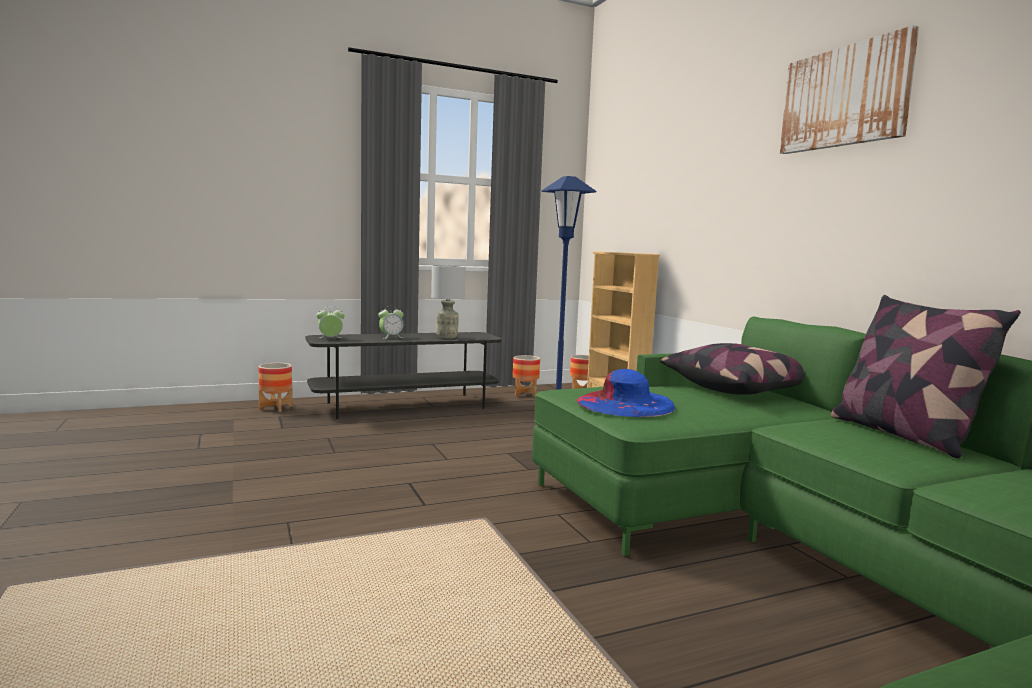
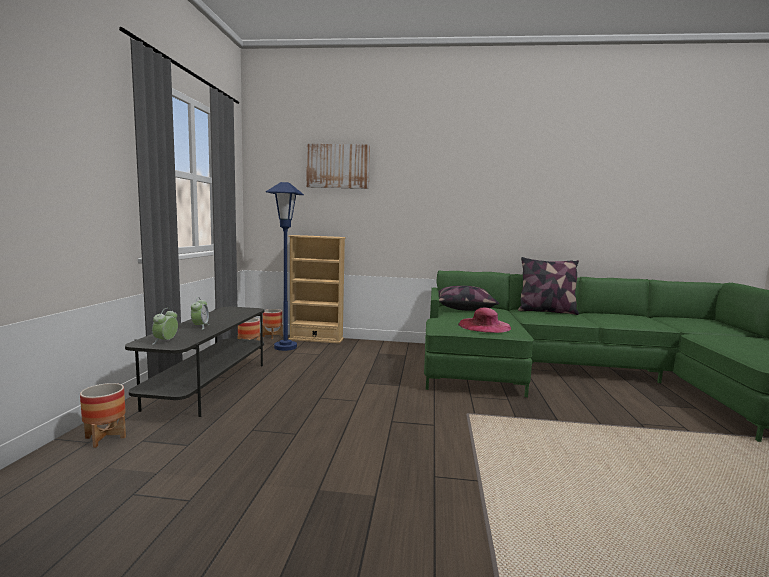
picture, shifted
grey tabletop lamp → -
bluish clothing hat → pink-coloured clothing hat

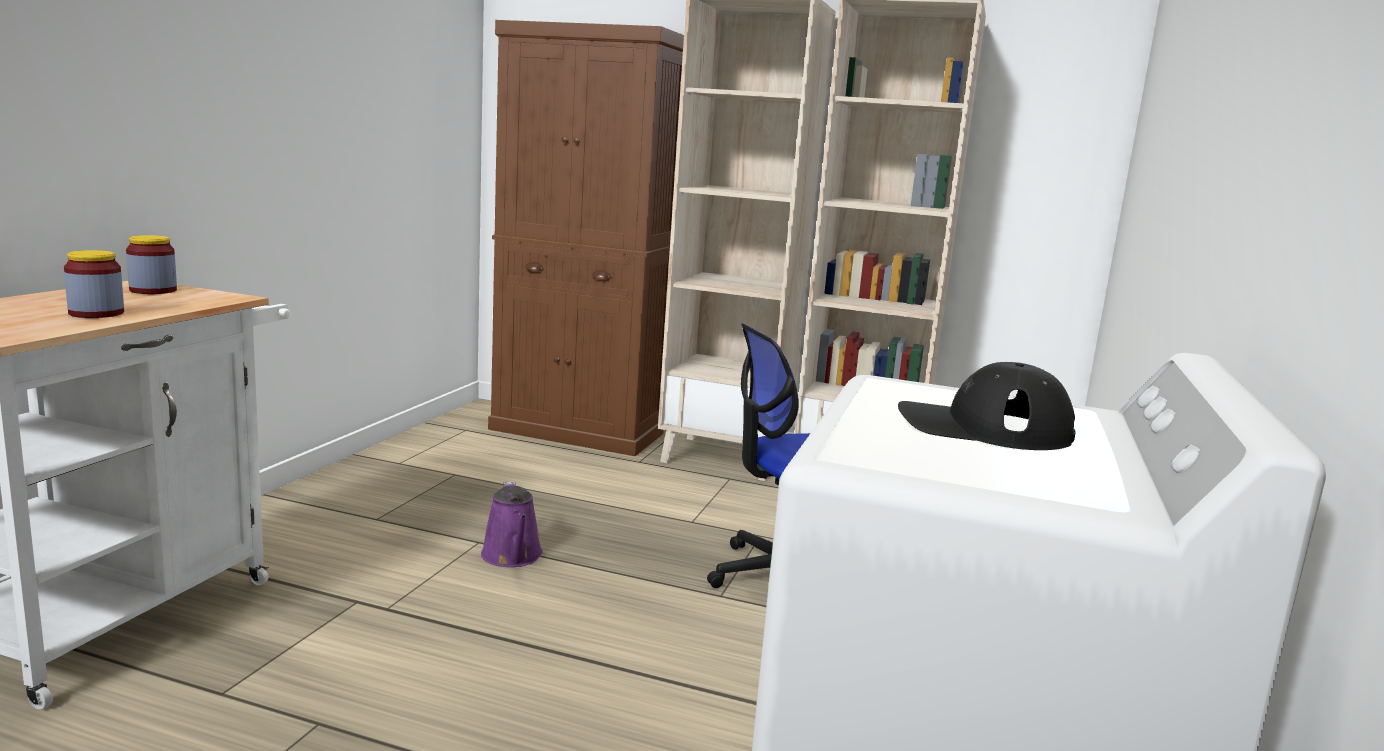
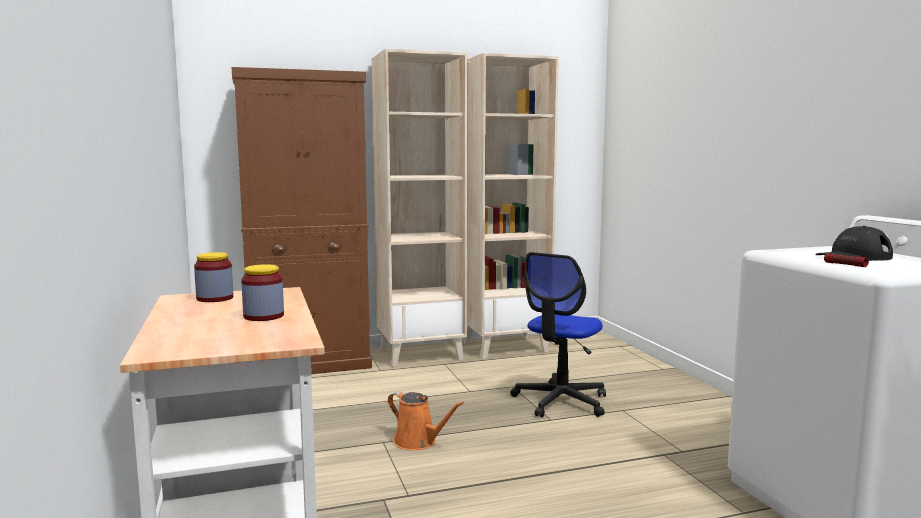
purple watering can → orangey watering can
- → flashlight

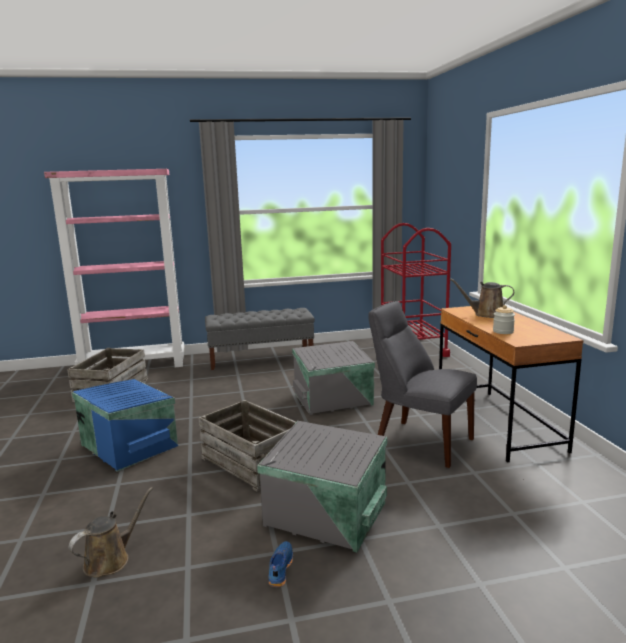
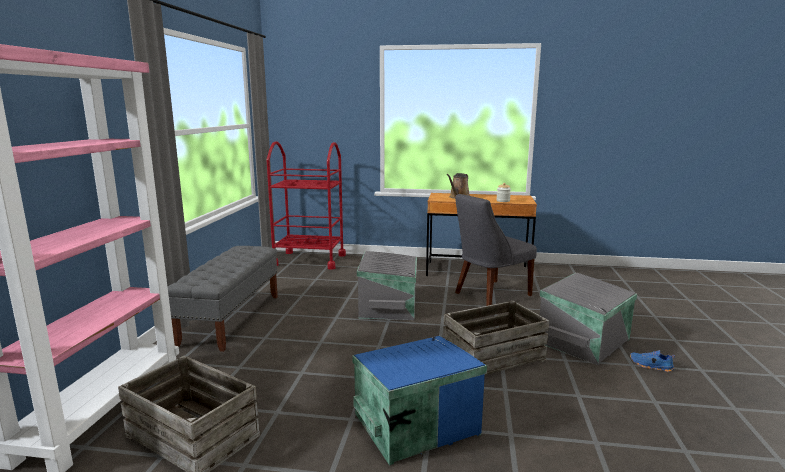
brownish watering can (no. 1 from left) → -

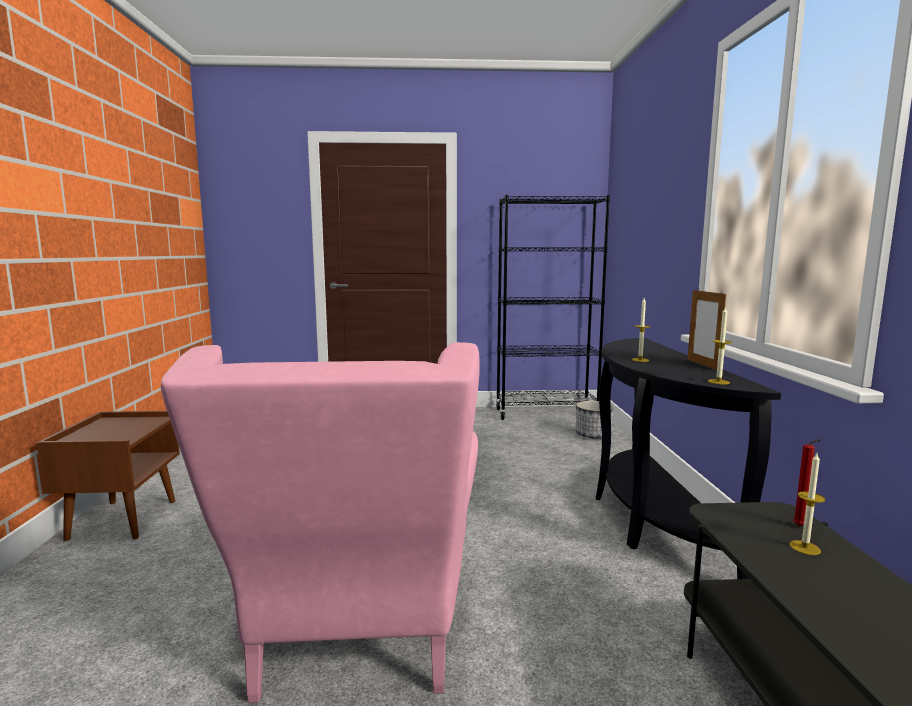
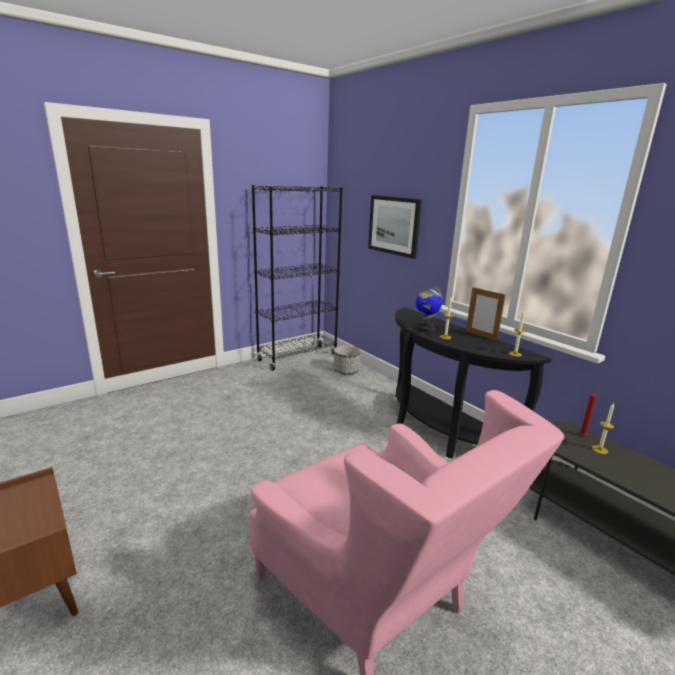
- → picture
- → desk globe

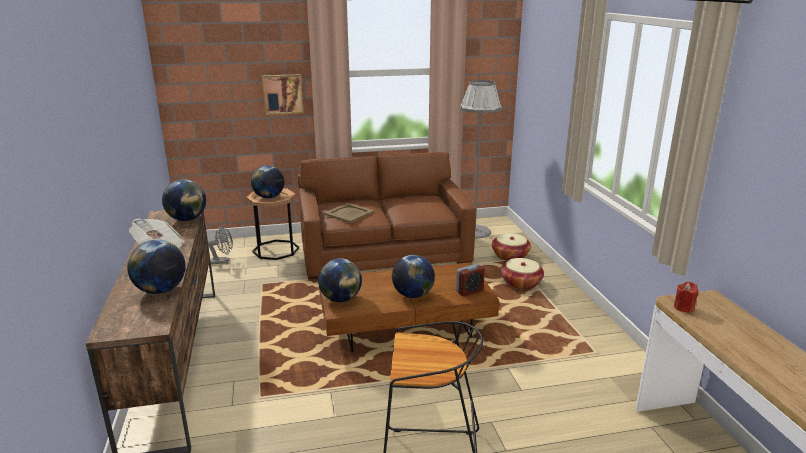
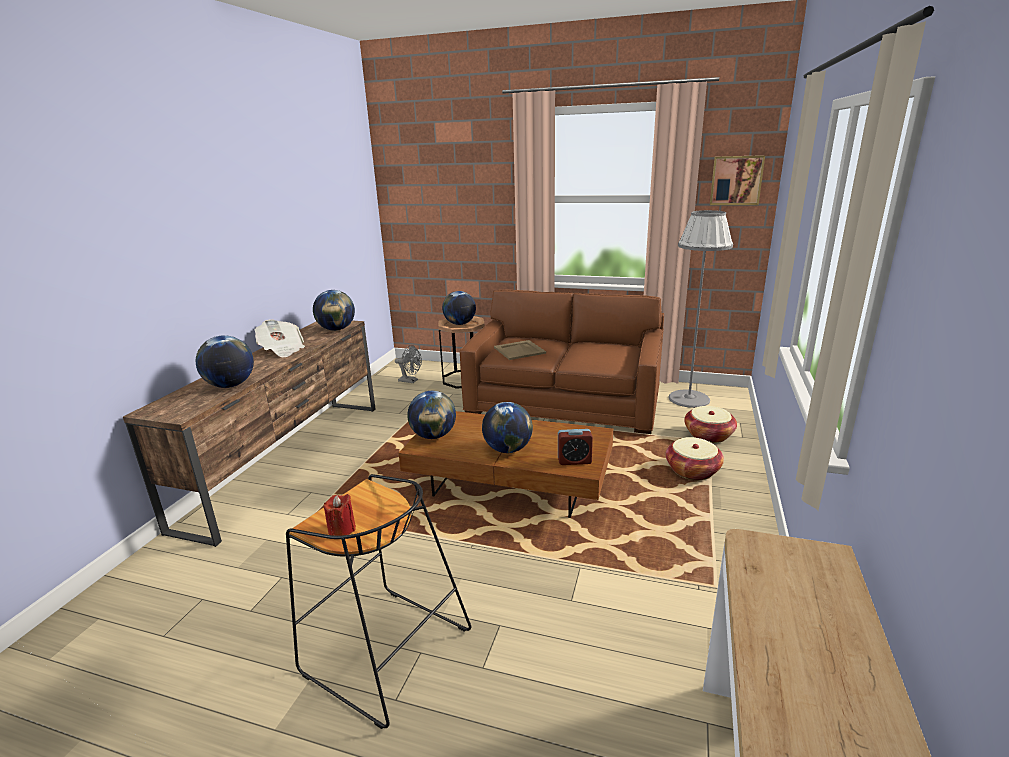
picture, shifted
red wax candle, shifted

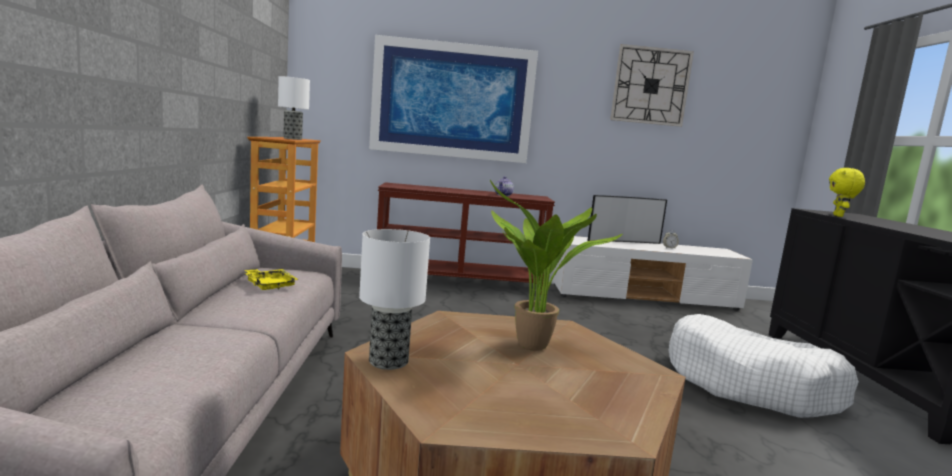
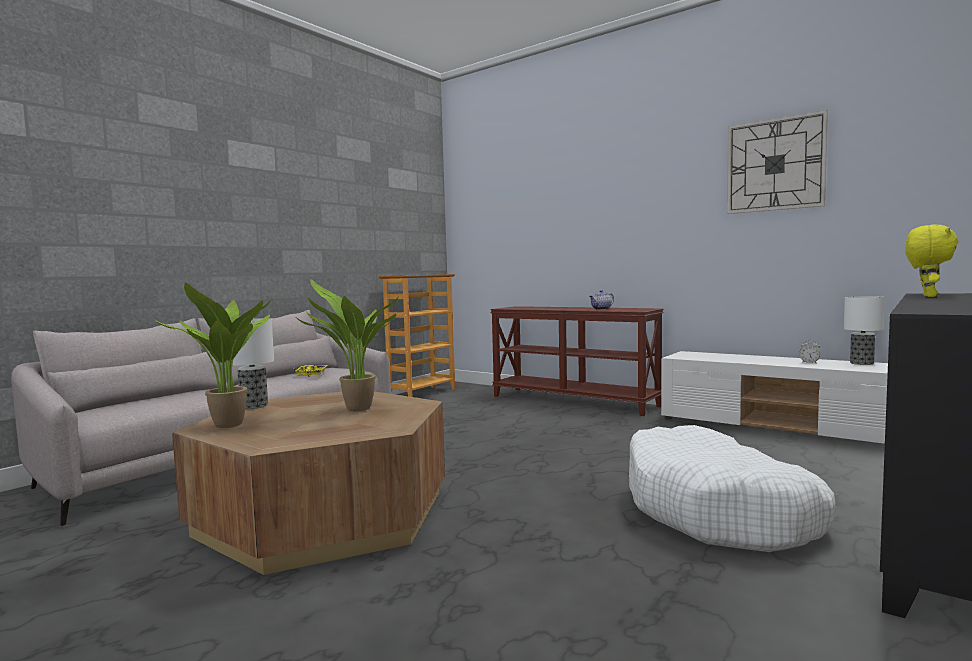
picture → -
tabletop lamp (no. 1 from left in the first image) → tabletop lamp (no. 2 from left), shifted
yellow-coloured cuddly toy, 150 degrees clockwise
television → -
- → potted plant (no. 1 from left)

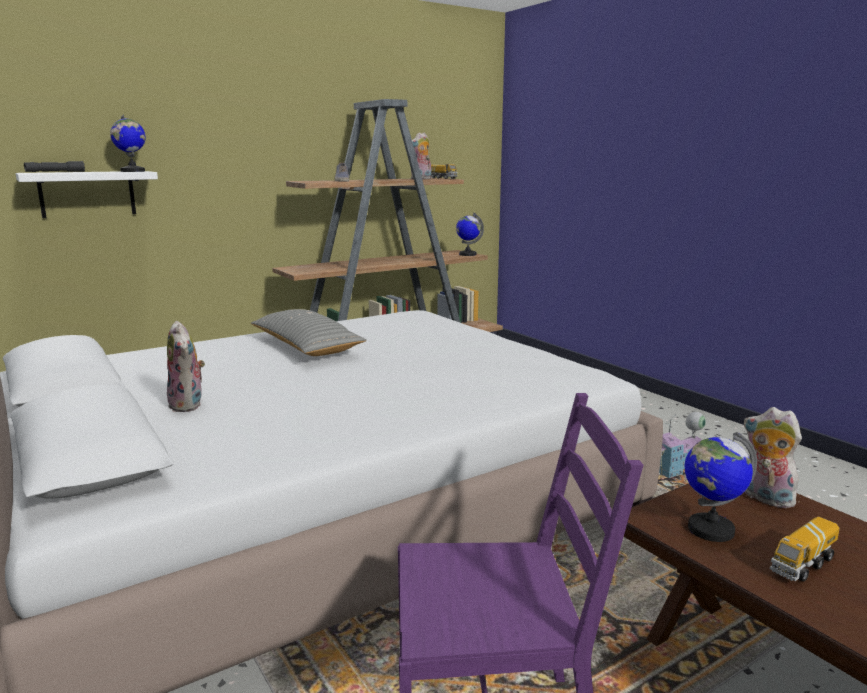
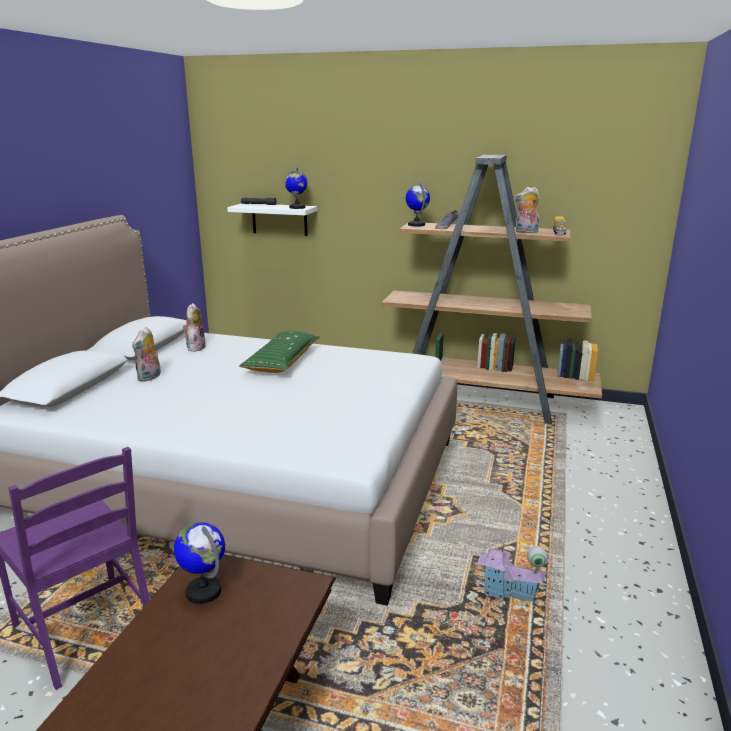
desk globe (no. 2 from left in the first image) → desk globe (no. 3 from left), shifted
grey throw pillow → green throw pillow
cuddly toy (no. 3 from left in the first image) → cuddly toy (no. 2 from left), shifted
toy lorry (no. 2 from left) → -

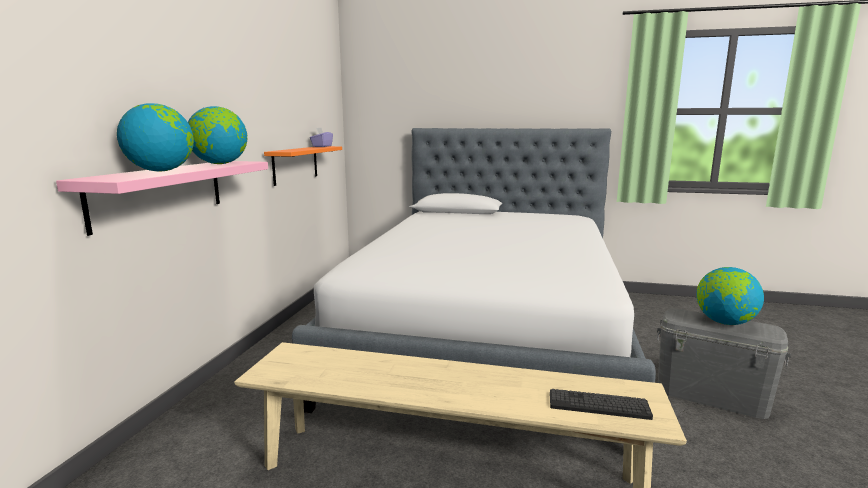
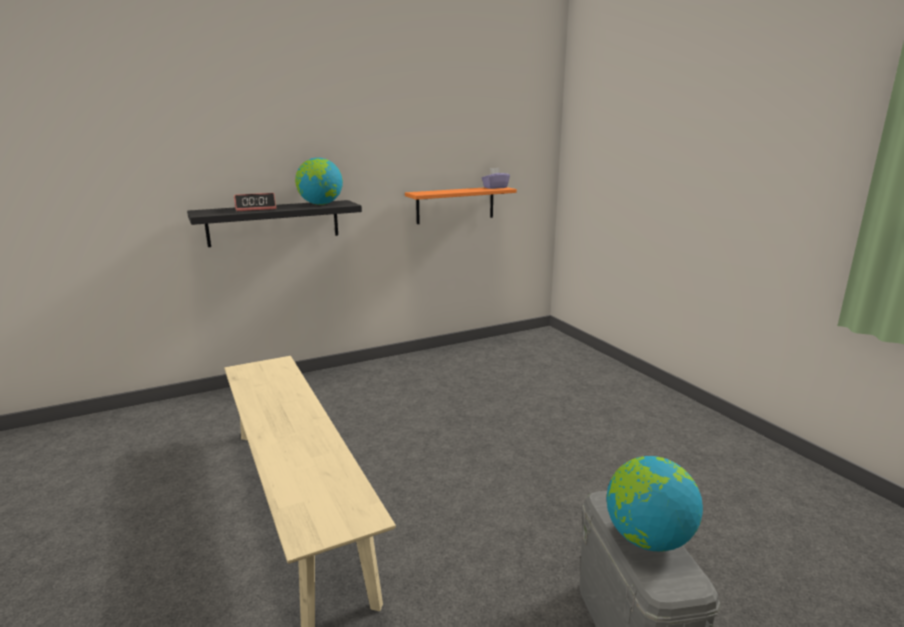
desk globe (no. 1 from left) → alarm clock
bedroom bed → -
pink-coloured shelf → black-coloured shelf
PC keyboard → -

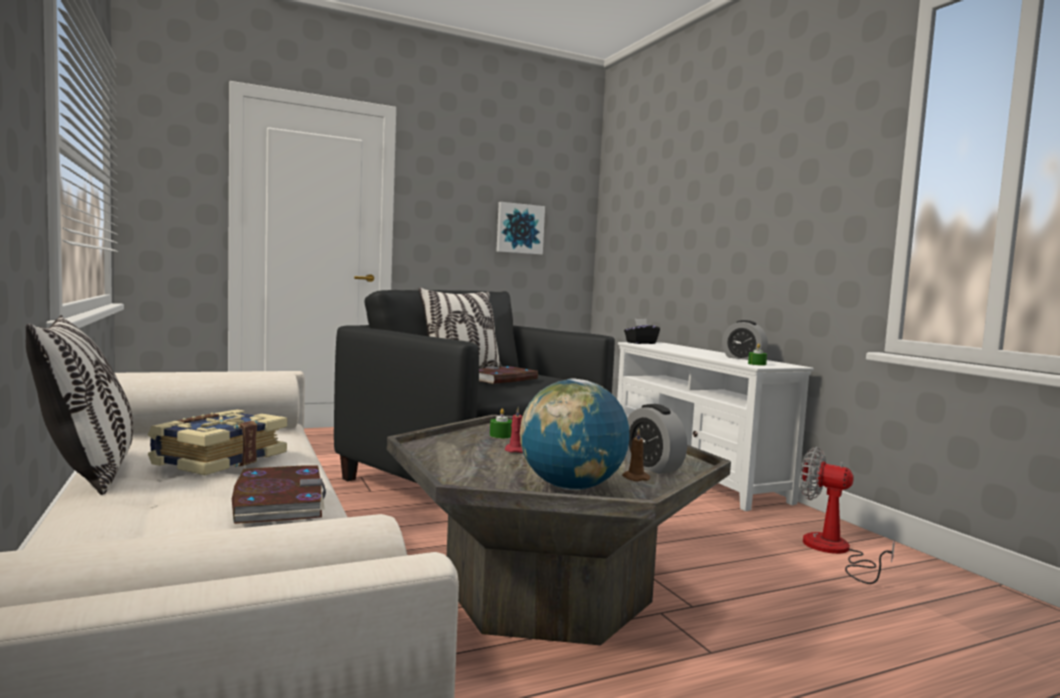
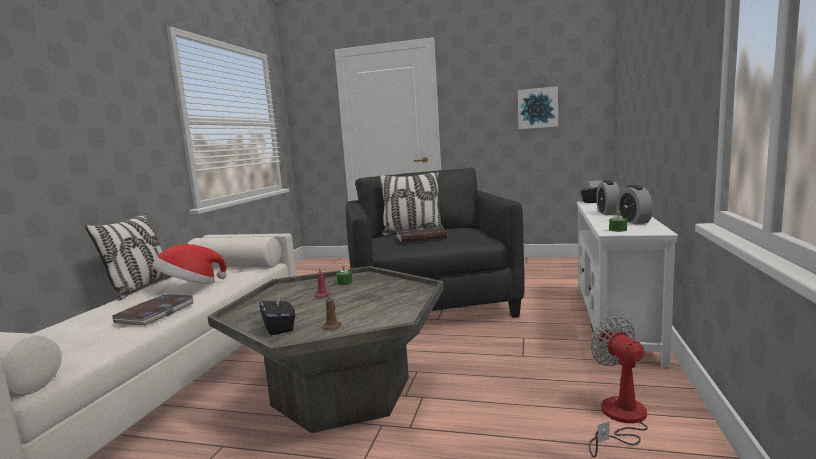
desk globe → black-coloured box of tissues (no. 1 from left)
alarm clock (no. 1 from left), shifted
volume (no. 1 from left) → clothing hat

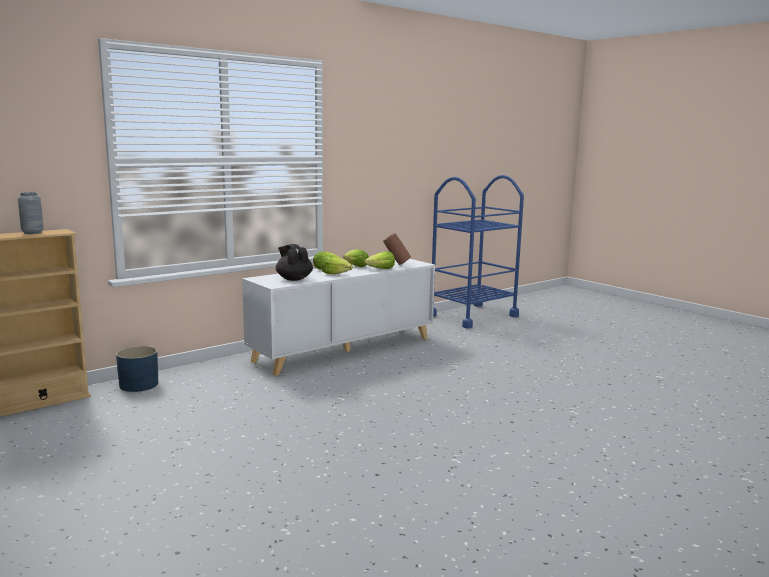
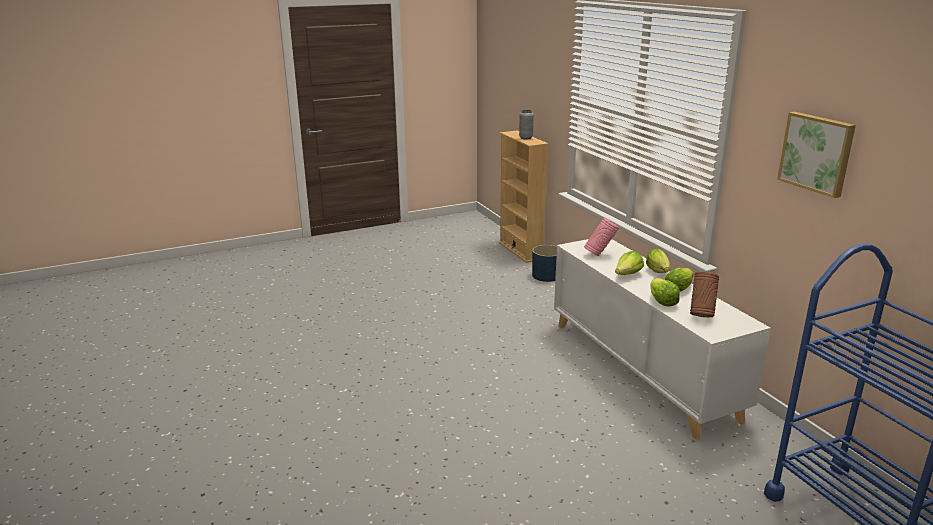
black-coloured tea pot → pink-coloured vase
- → picture

